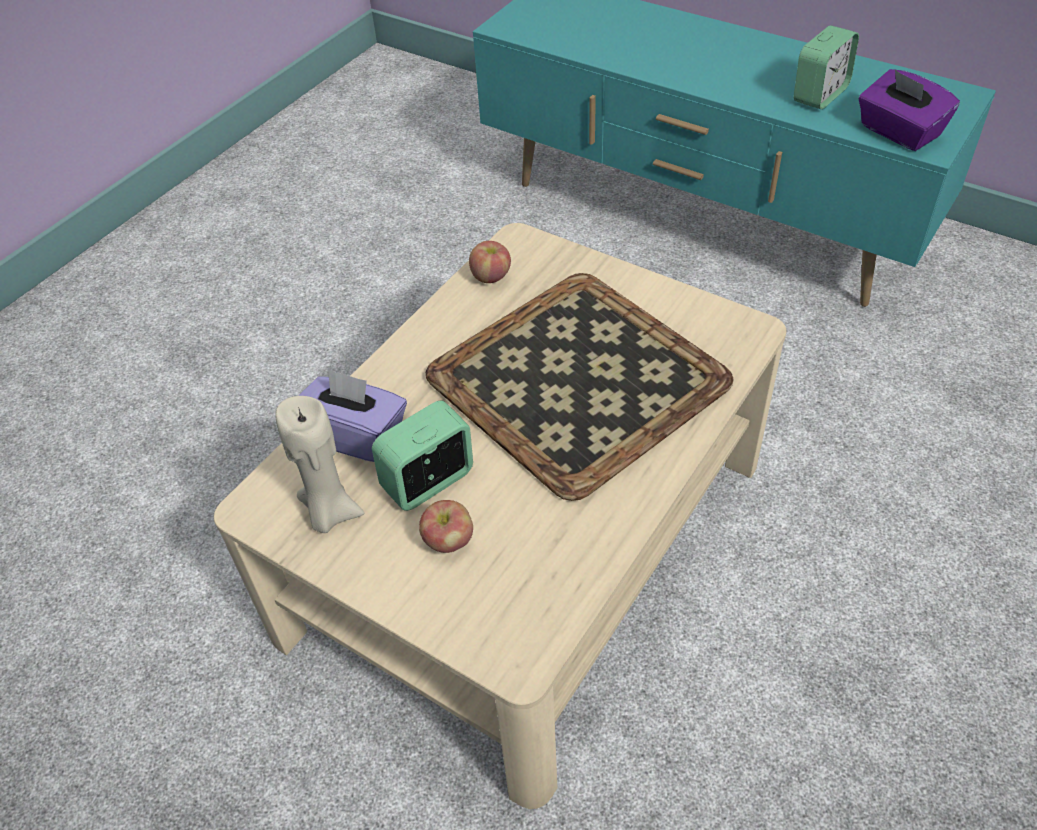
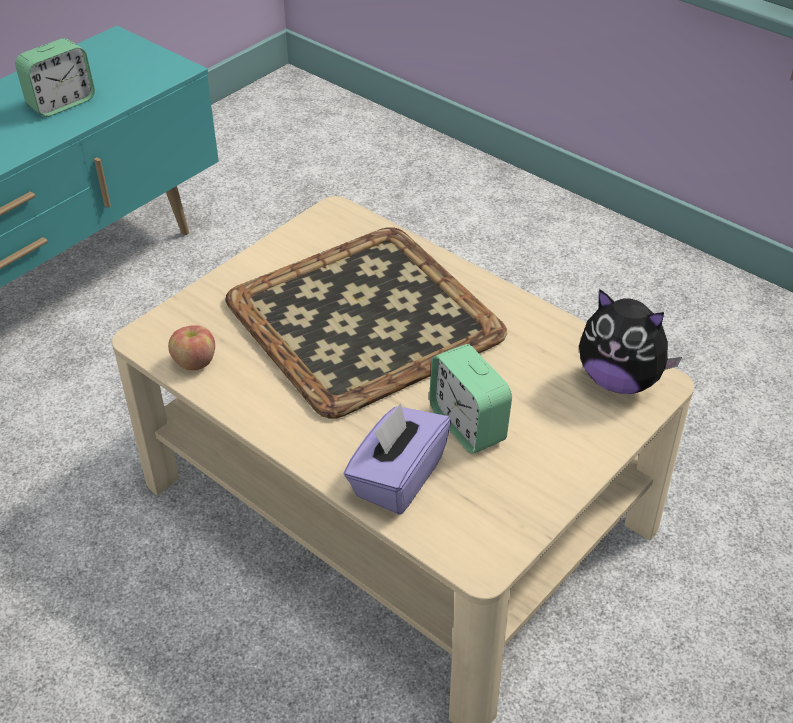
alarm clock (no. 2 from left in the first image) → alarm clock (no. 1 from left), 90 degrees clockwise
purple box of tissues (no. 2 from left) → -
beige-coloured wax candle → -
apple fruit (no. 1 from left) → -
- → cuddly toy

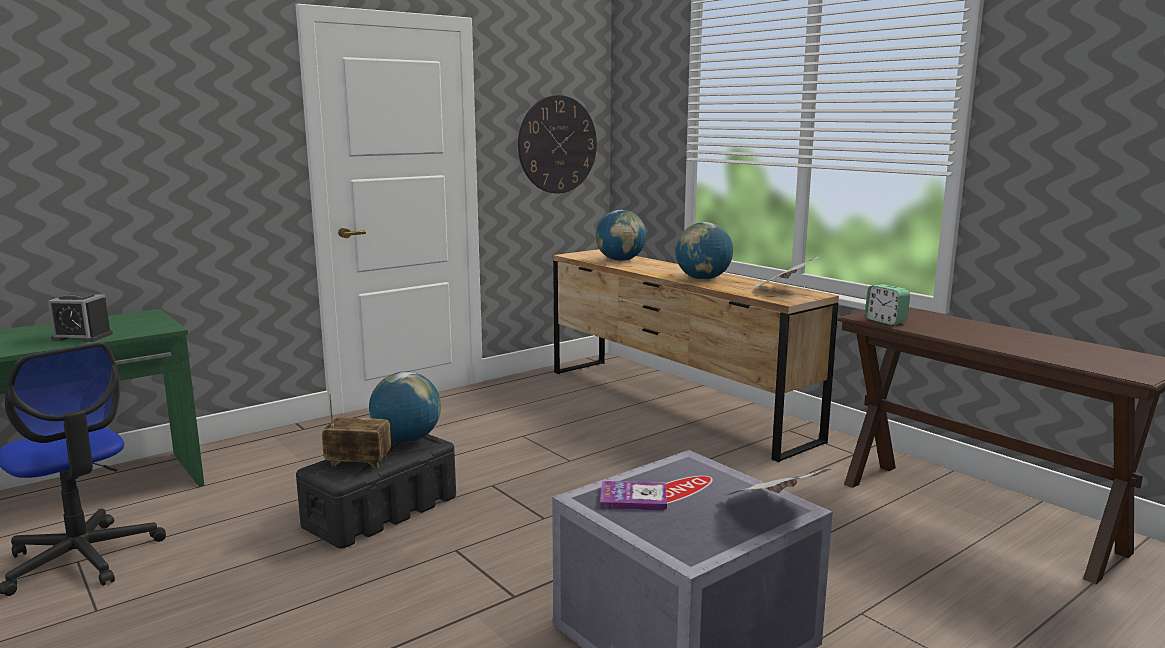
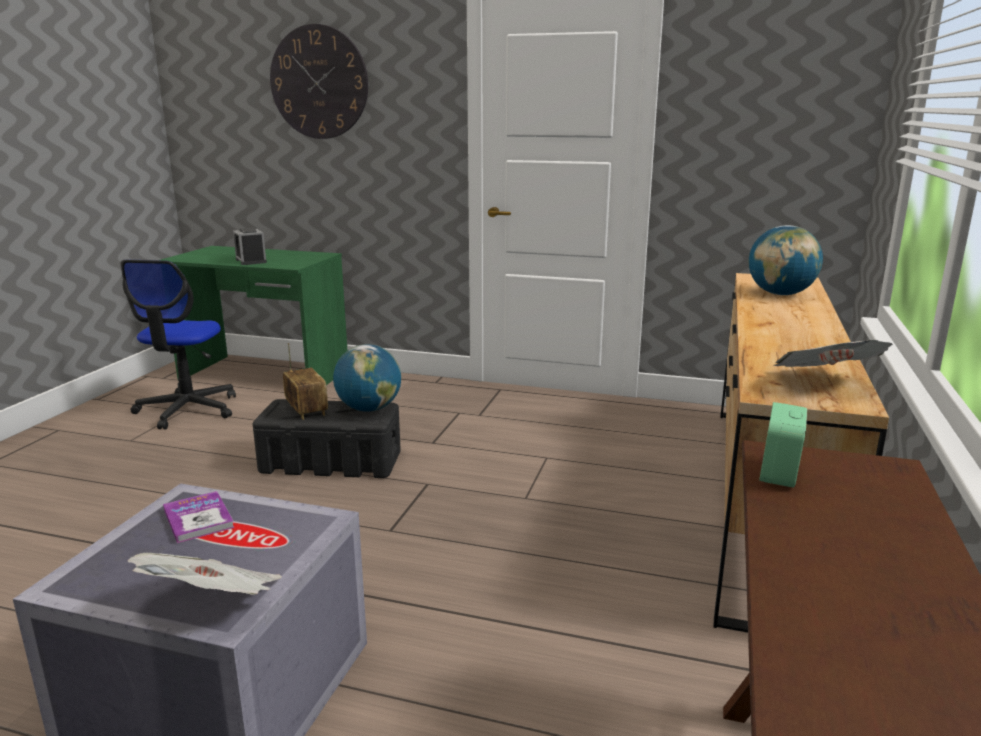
clock on the wall, shifted
desk globe (no. 3 from left) → -

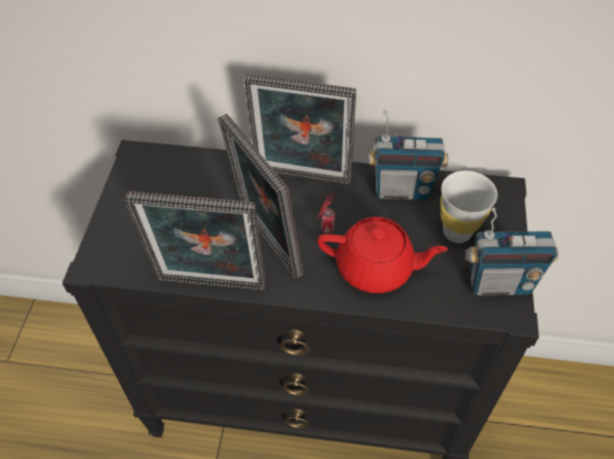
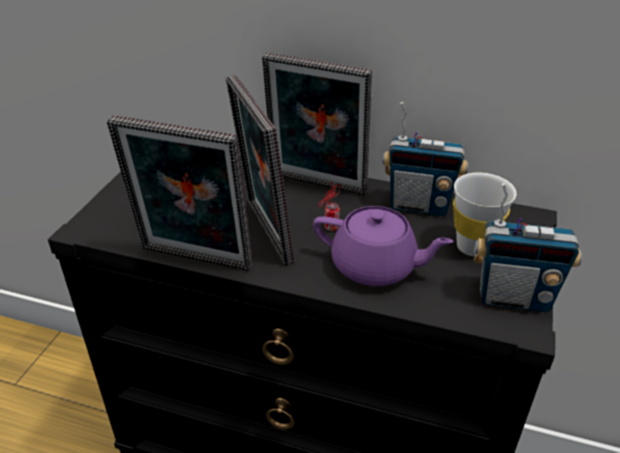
red tea pot → purple tea pot

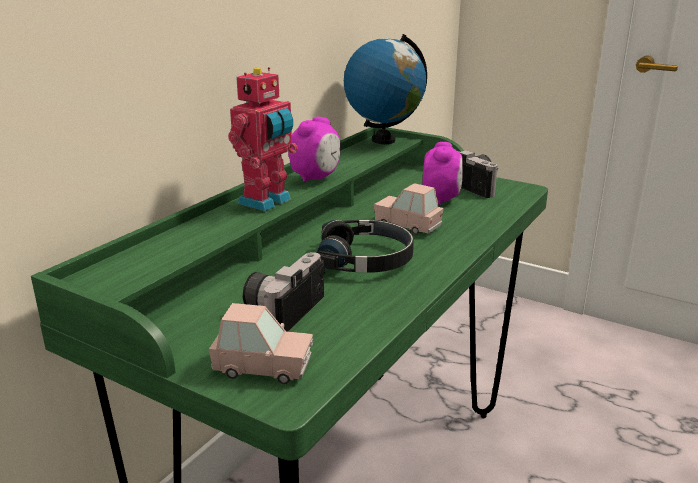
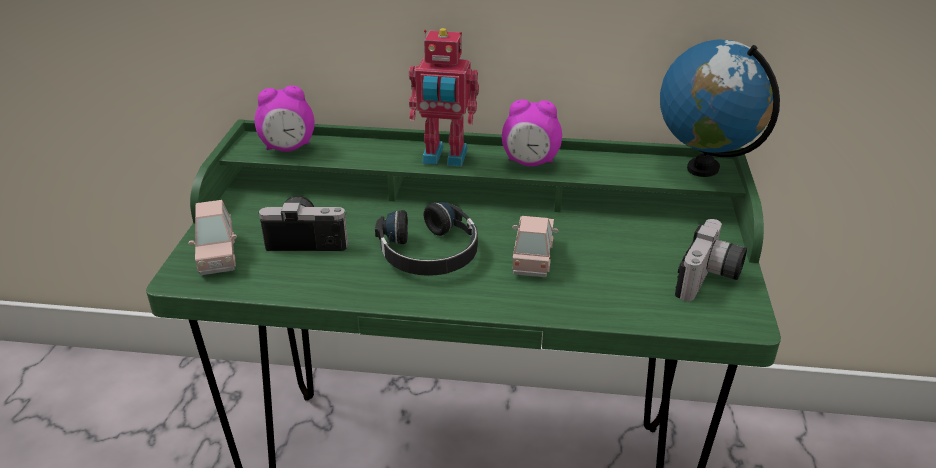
alarm clock (no. 2 from left in the first image) → alarm clock (no. 1 from left), shifted

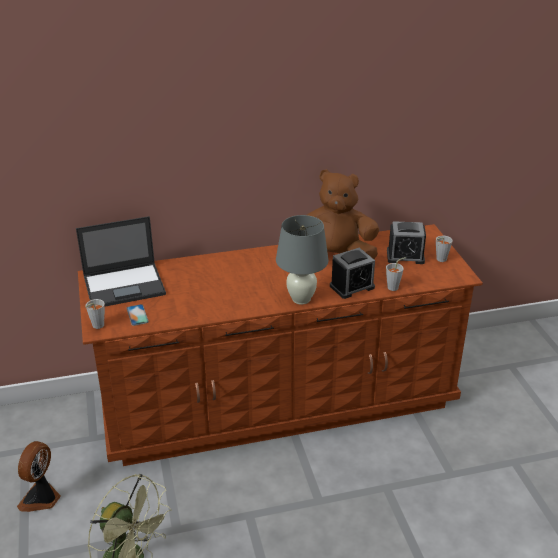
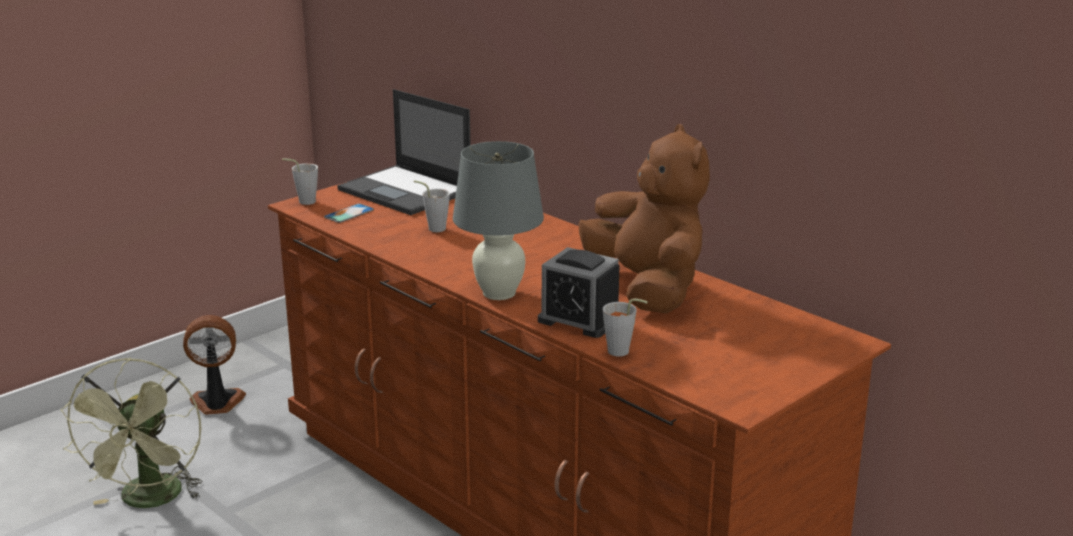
alarm clock (no. 2 from left) → -
grey drinking cup (no. 3 from left in the first image) → grey drinking cup (no. 2 from left), shifted

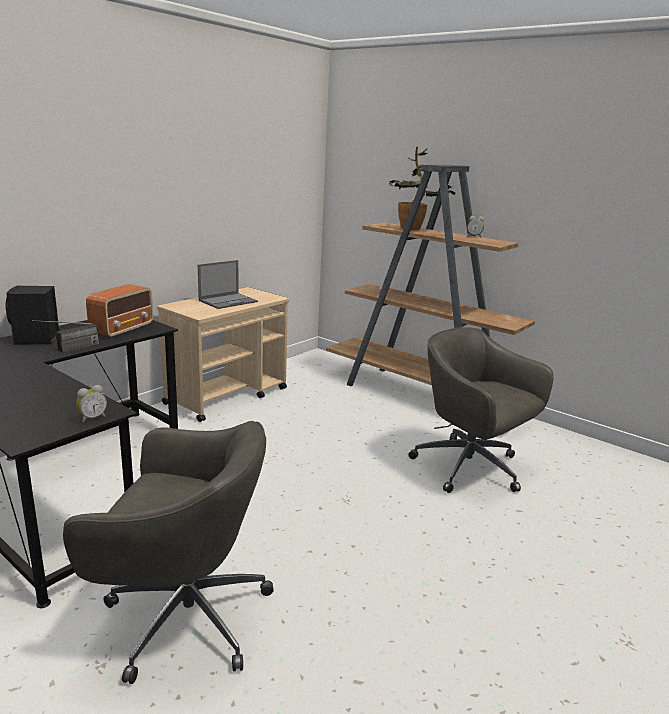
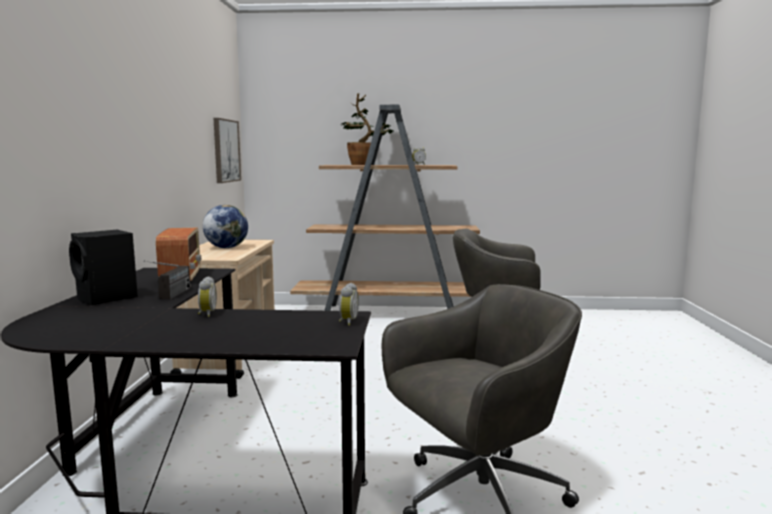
portable computer → desk globe
- → picture
- → alarm clock (no. 1 from left)

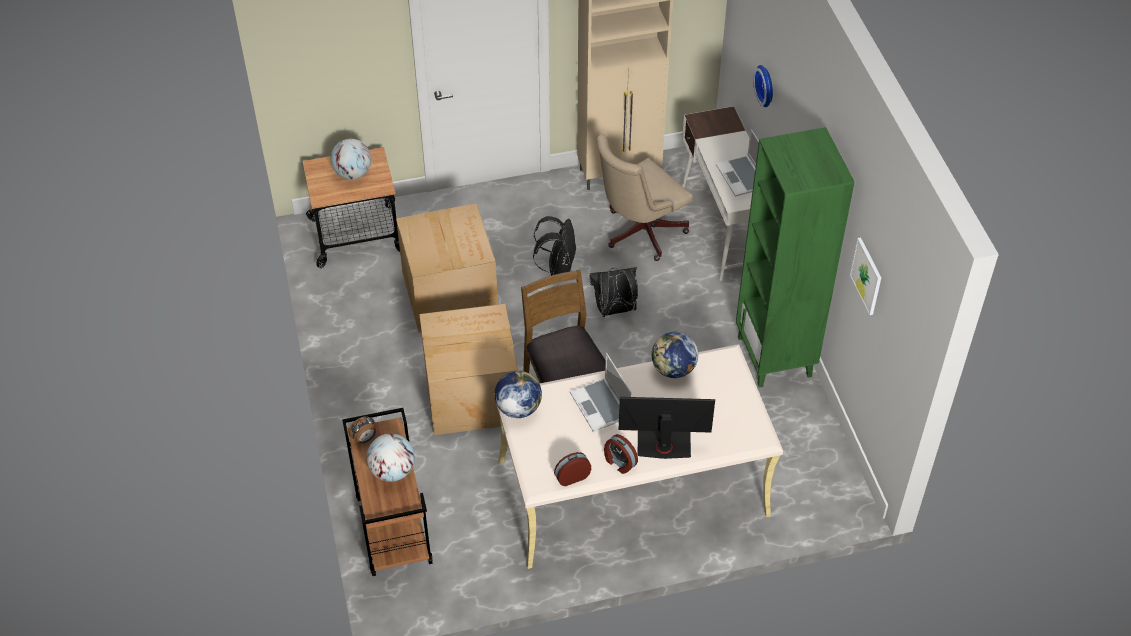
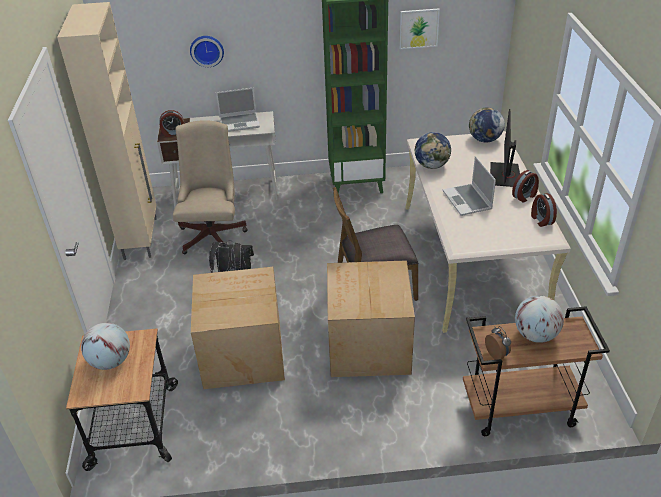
beige-coloured desk chair, 150 degrees counterclockwise
black-coloured rucksack (no. 2 from left) → -
portable computer (no. 1 from left in the first image) → portable computer (no. 2 from left), 90 degrees clockwise
desk globe (no. 3 from left), shifted
- → alarm clock (no. 1 from left)

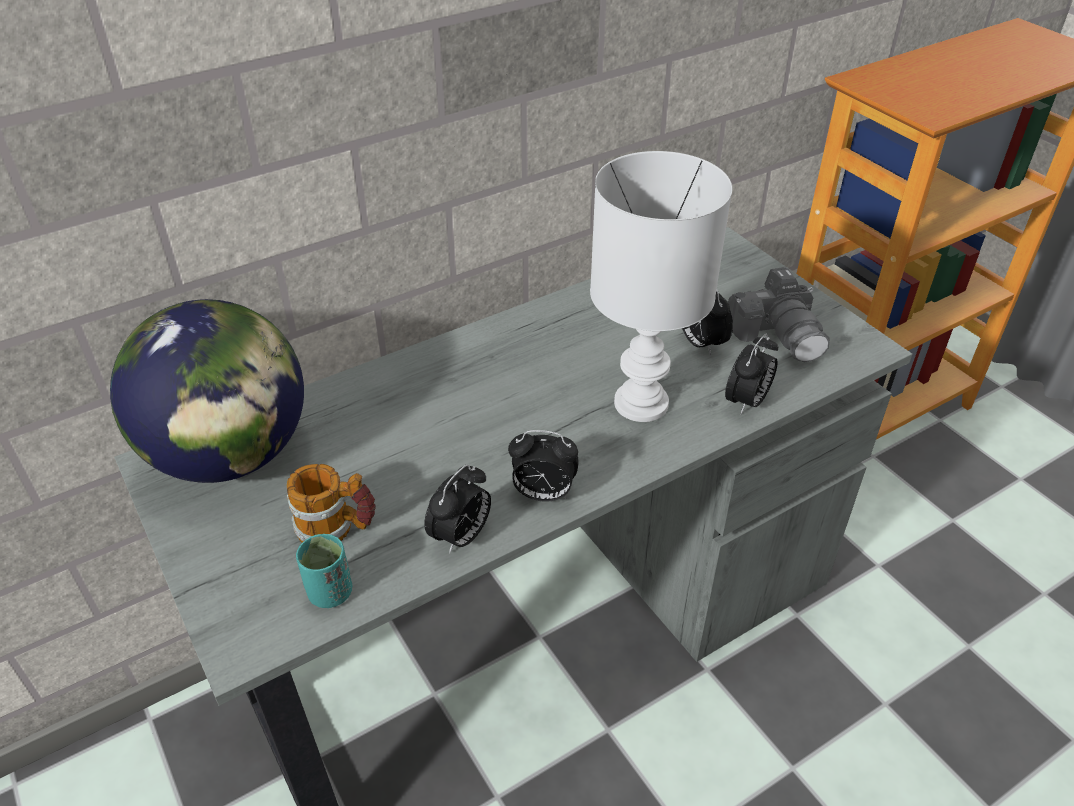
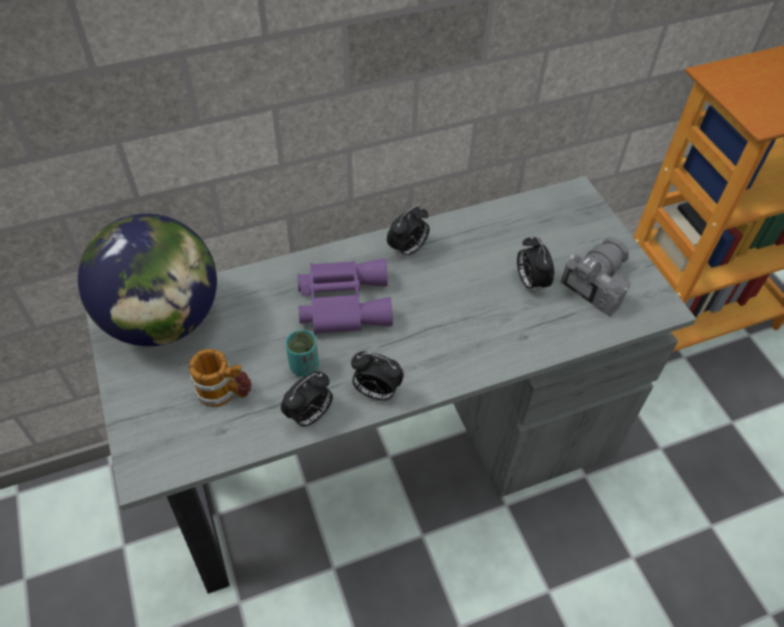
white tabletop lamp → -
still camera, 135 degrees counterclockwise
alarm clock (no. 4 from left in the first image) → alarm clock (no. 3 from left), shifted
turquoise-coloured drinking cup, shifted
- → purple binoculars

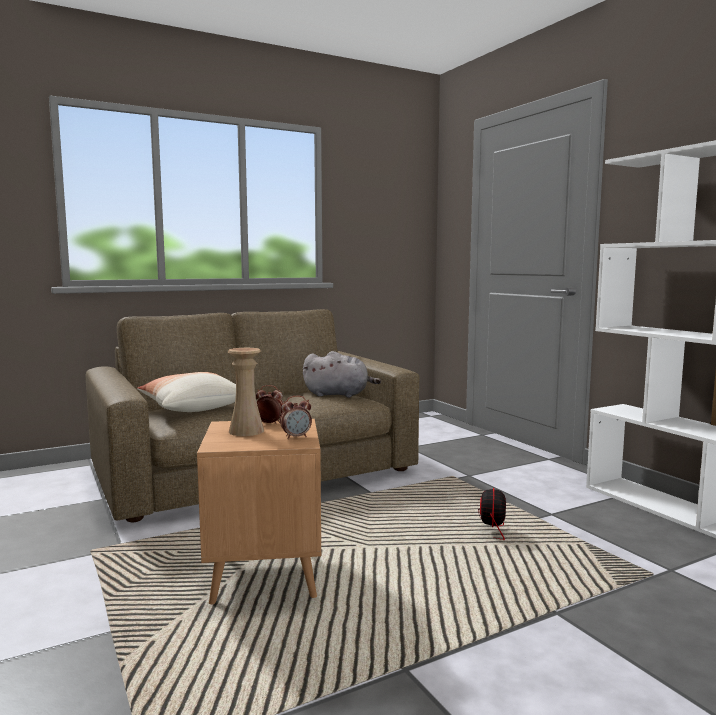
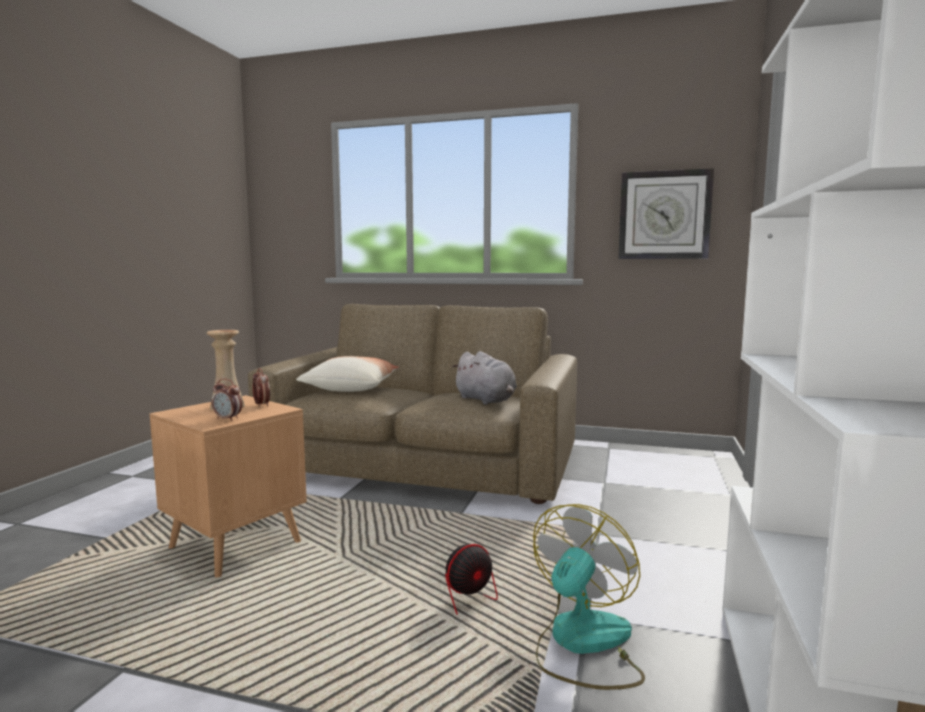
- → clock on the wall
- → electric fan (no. 2 from left)

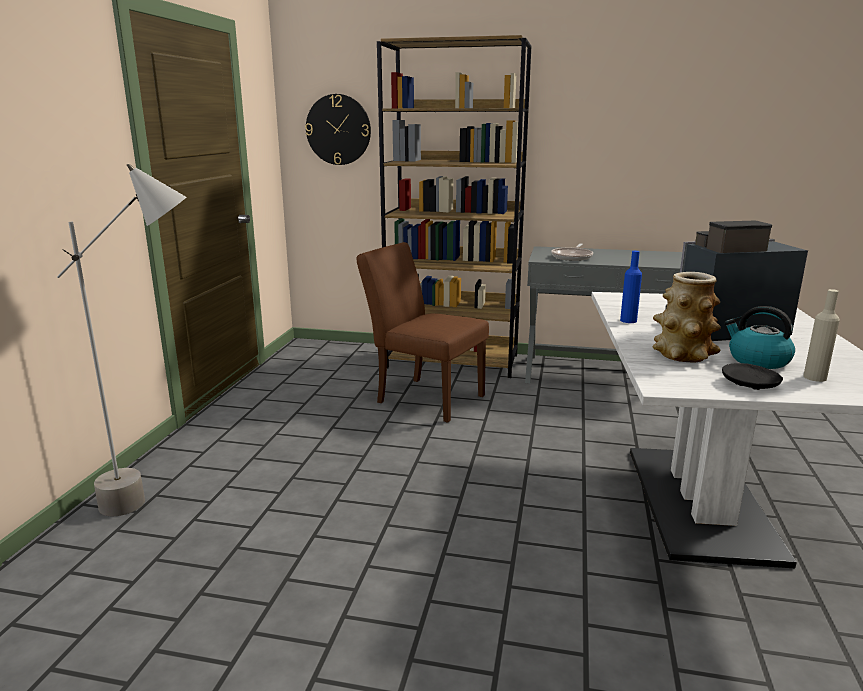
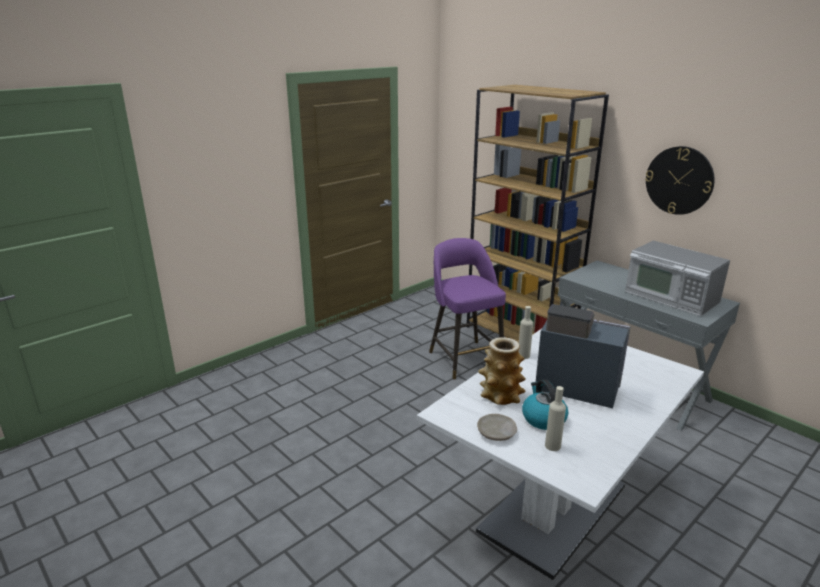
clock on the wall, shifted
grey standing lamp → -
brownish upright chair → purple stool seat
frying pan → -
bluish beverage bottle → beige-coloured beverage bottle (no. 1 from left)
black-coloured dinner plate → beige-coloured dinner plate
- → kitchen microwave

